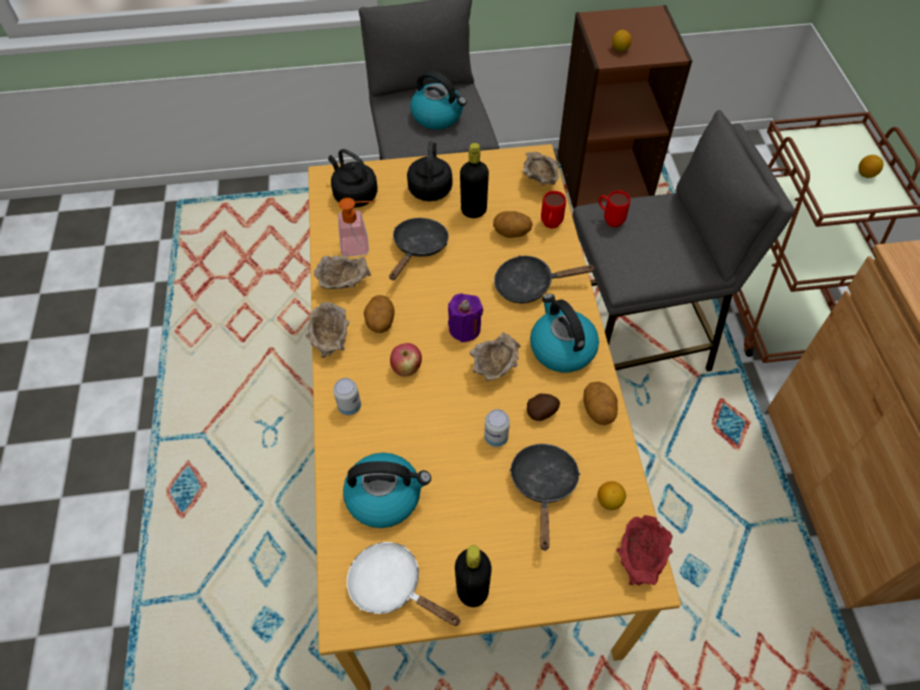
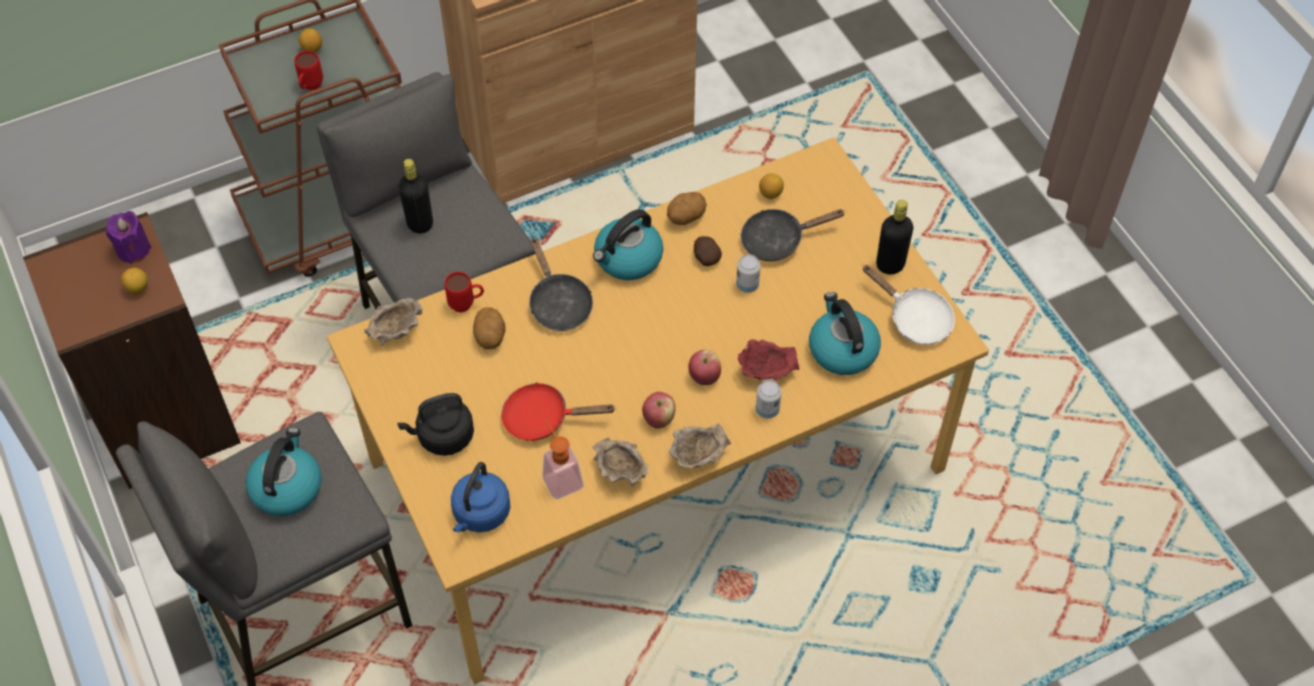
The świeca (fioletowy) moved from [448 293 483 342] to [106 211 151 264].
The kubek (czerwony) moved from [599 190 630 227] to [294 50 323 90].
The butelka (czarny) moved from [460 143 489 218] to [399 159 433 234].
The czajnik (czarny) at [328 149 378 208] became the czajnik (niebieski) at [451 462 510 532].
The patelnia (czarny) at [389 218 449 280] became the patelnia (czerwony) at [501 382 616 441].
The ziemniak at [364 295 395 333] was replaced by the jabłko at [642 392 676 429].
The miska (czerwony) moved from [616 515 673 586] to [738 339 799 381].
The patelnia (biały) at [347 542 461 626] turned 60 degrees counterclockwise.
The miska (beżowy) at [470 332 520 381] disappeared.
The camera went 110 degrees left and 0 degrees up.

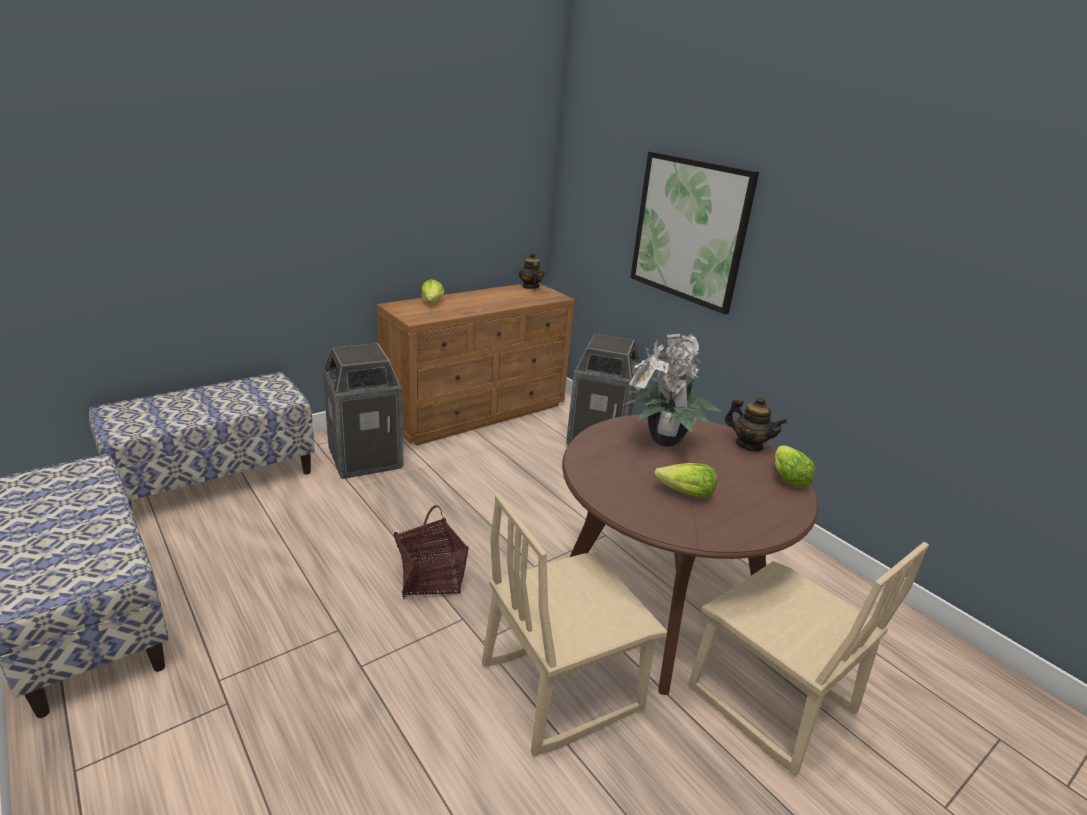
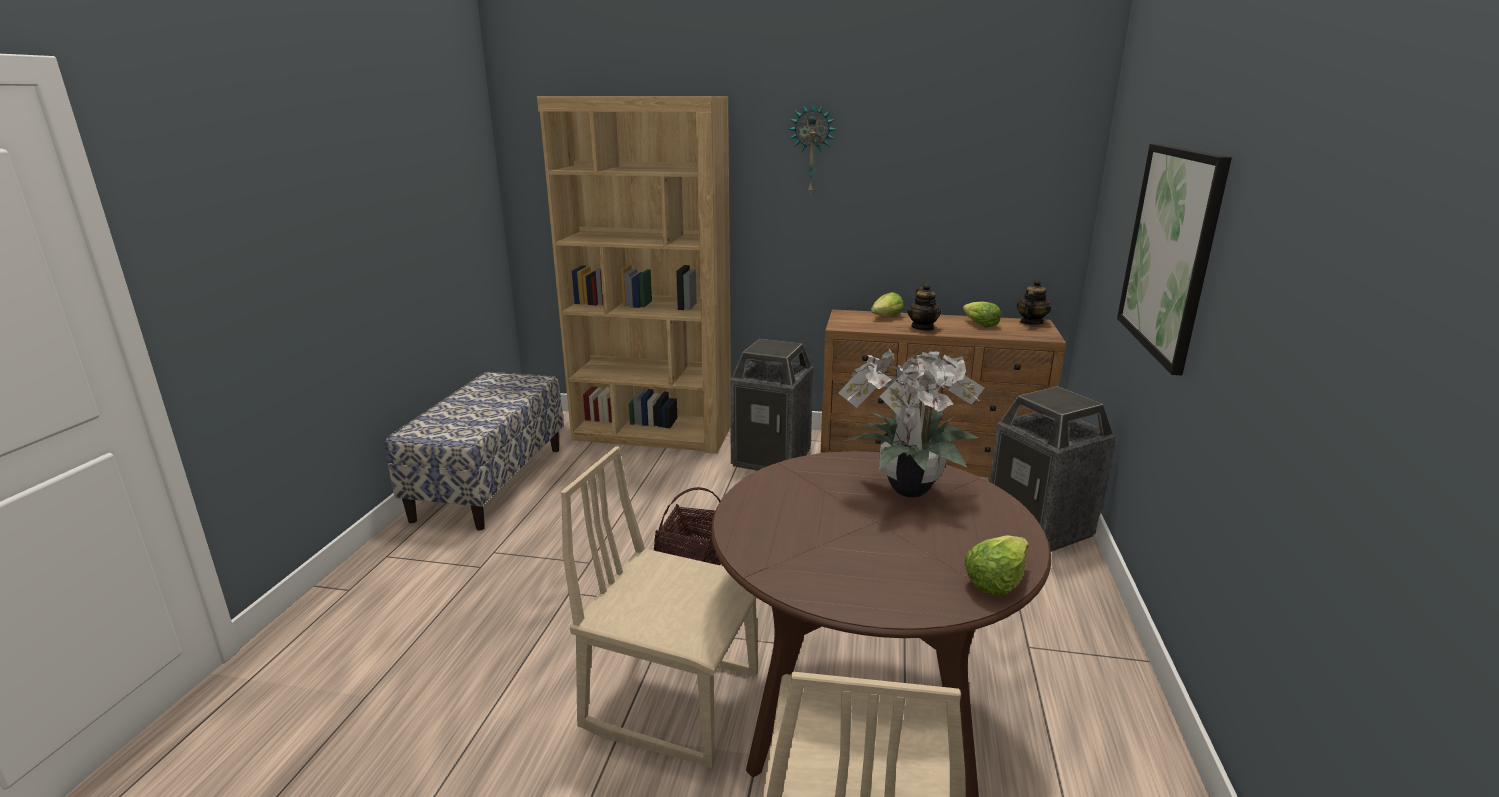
The ławka at [89 372 315 509] was replaced by the regał (brązowy) at [537 96 731 454].
The zegar ścienny at [789 103 837 195] appeared.
The imbryk moved from [725 396 787 451] to [907 284 941 331].
The sałata moved from [654 463 717 498] to [963 301 1001 327].
The camera went 50 degrees right and 5 degrees down.

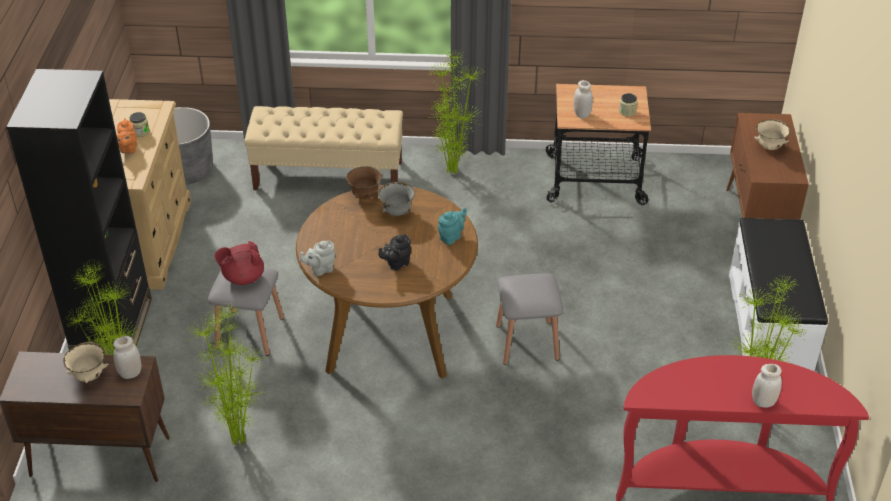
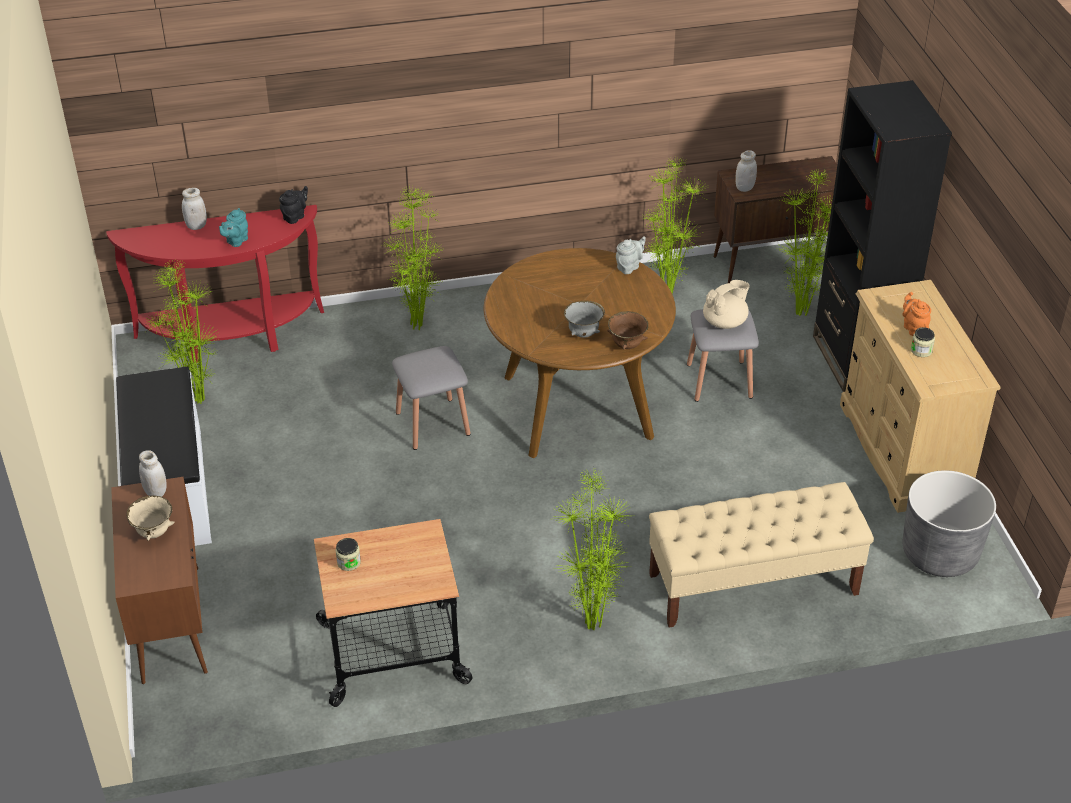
The słoik (biały) moved from [574 80 593 118] to [139 450 167 497].
The imbryk (turkusowy) moved from [438 208 467 245] to [219 208 248 247].
The imbryk (czarny) moved from [379 234 411 271] to [279 186 308 224].
The roślina doniczkowa at [382 186 444 330] appeared.
The imbryk (czerwony) at [214 241 264 285] became the imbryk (beżowy) at [703 280 750 329].
The miska (beżowy) at [63 342 108 383] disappeared.
The camera went 165 degrees right and 0 degrees up.

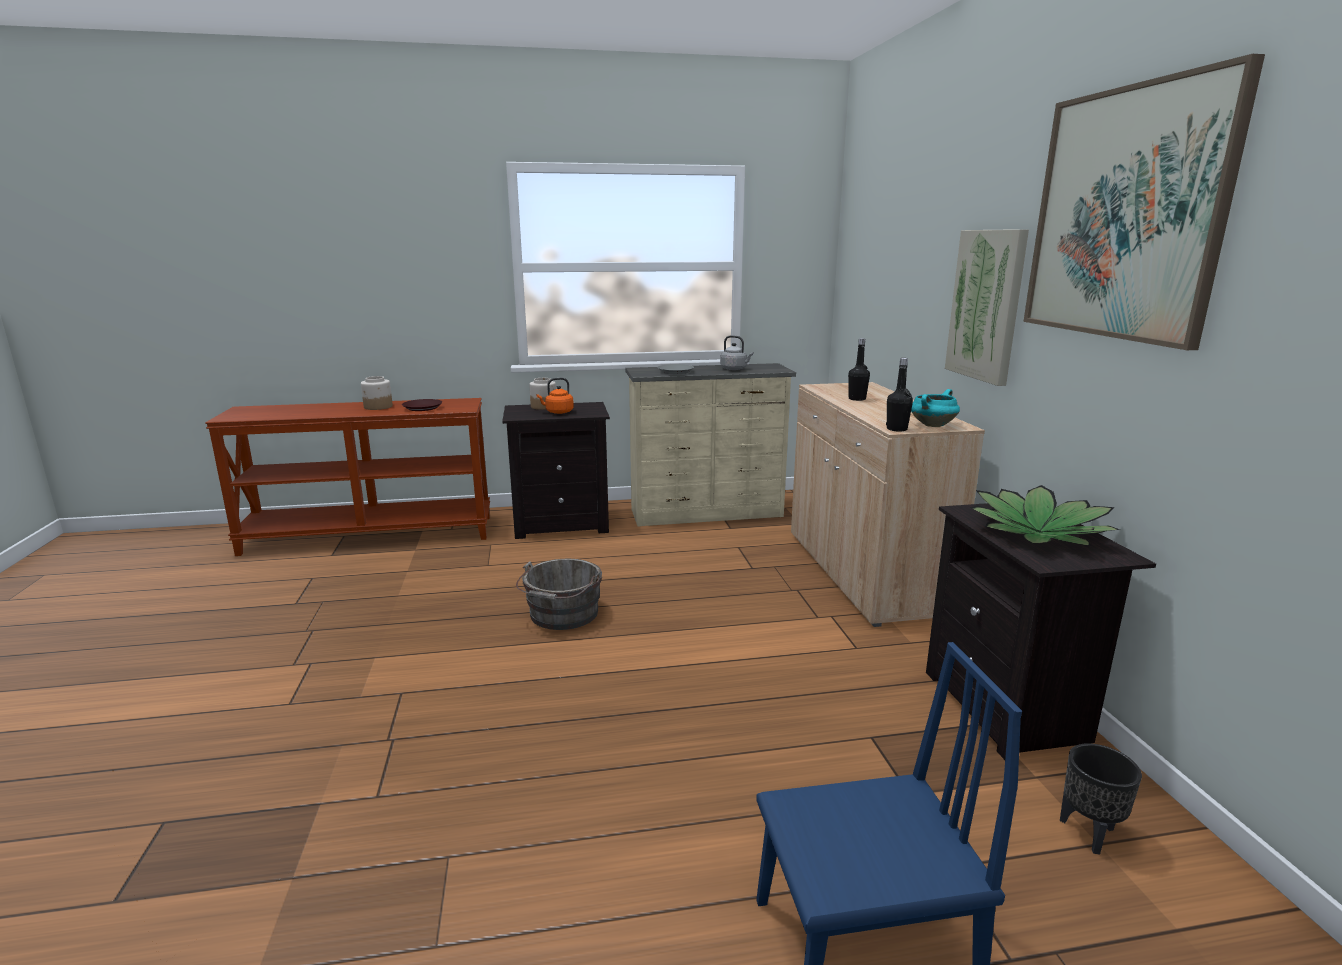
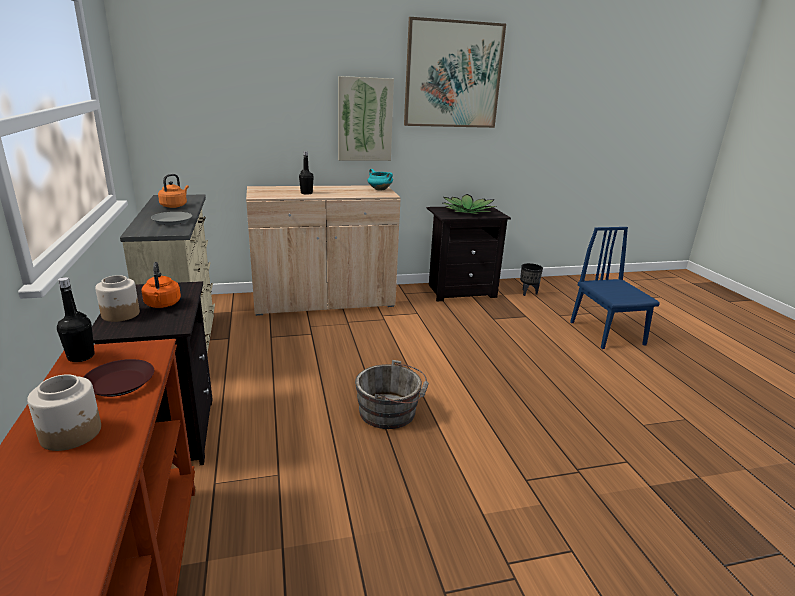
The butelka (czarny) moved from [886 358 913 432] to [57 277 95 362].
The czajnik (szary) at [720 335 754 370] became the czajnik (pomarańczowy) at [158 174 189 208].
The camera went 95 degrees left and 5 degrees up.

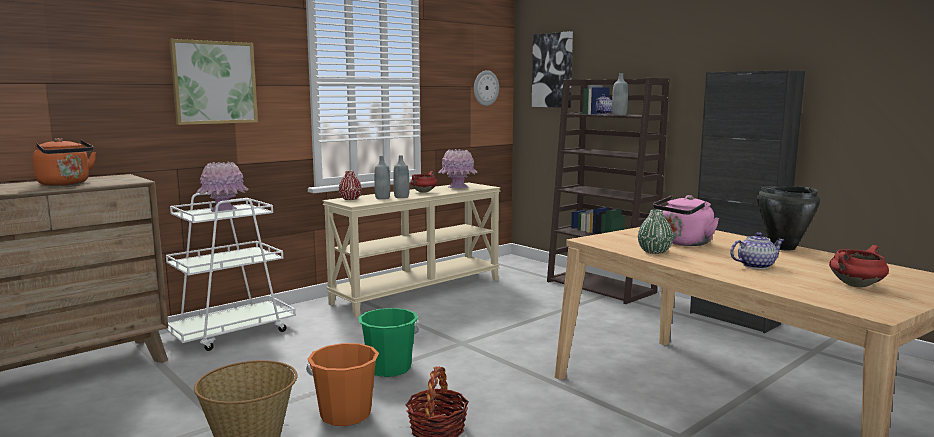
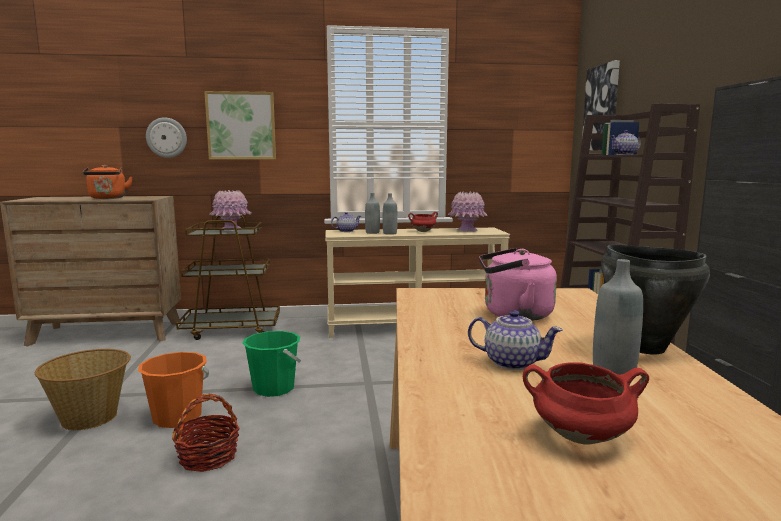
The zegar ścienny moved from [474 70 499 106] to [146 117 187 158].
The wózek (biały) at [166 192 296 351] became the wózek (brązowy) at [176 215 280 340].
The wazon (czerwony) at [339 171 362 200] was replaced by the imbryk at [331 212 361 232].
The butelka (szary) moved from [612 73 628 115] to [593 259 643 375].
The wazon (zielony) at [638 209 673 254] disappeared.
The camera went 35 degrees right and 0 degrees up.

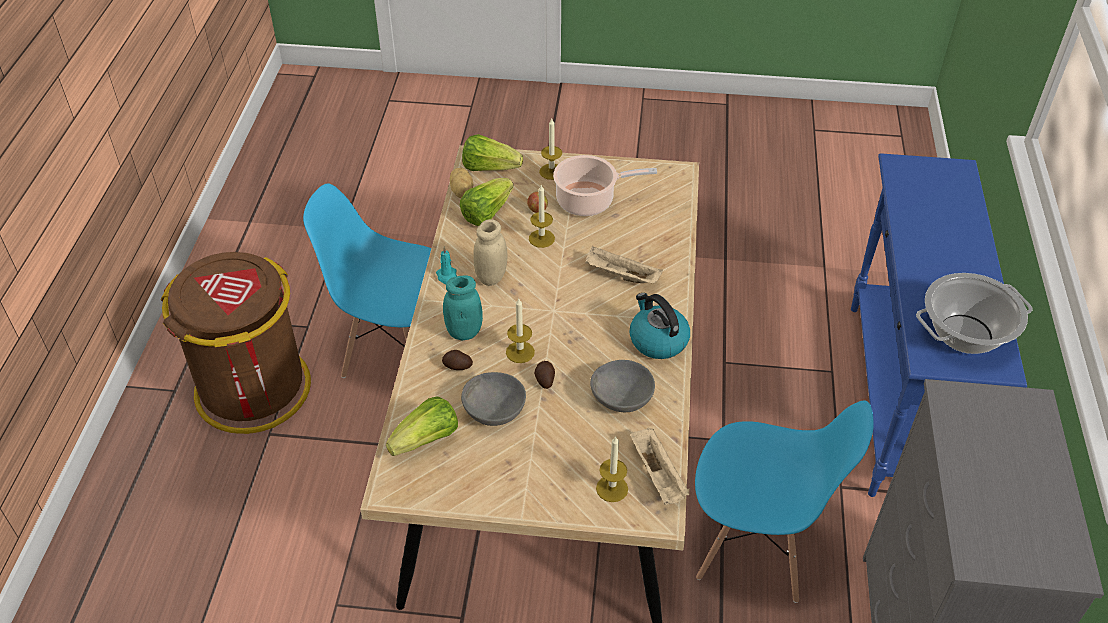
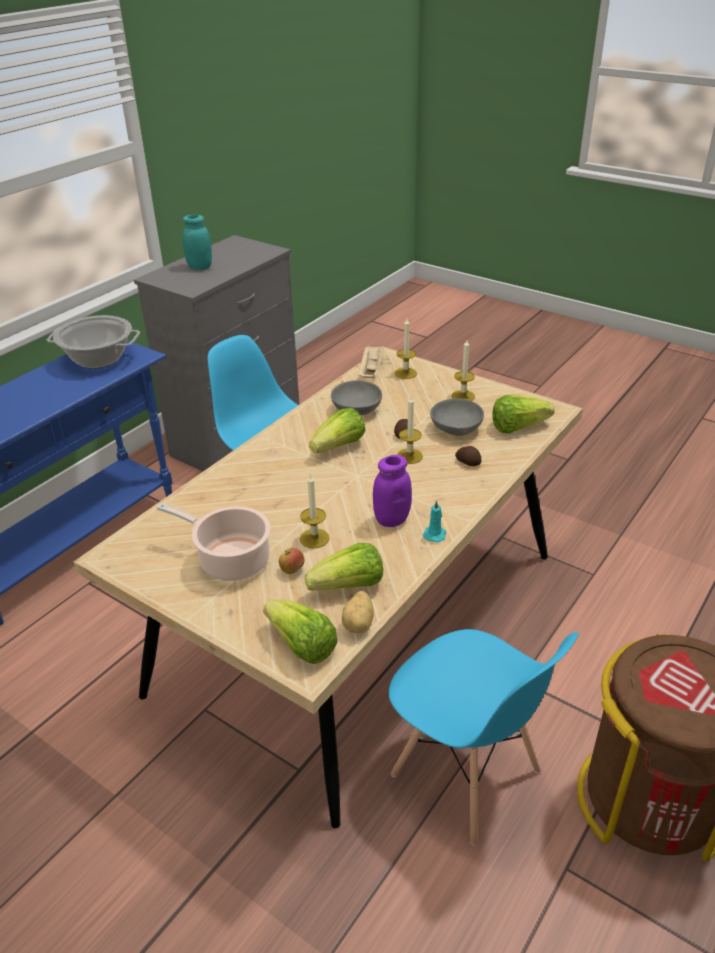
The słoik (turkusowy) moved from [443 275 483 340] to [183 214 212 270].
The sałata at [309 408 366 453] appeared.
The słoik (beżowy) at [473 219 507 286] became the słoik (fioletowy) at [373 455 412 527].
The świeca moved from [539 119 562 180] to [451 340 475 401].
The taca (beżowy) at [585 246 663 283] disappeared.
The czajnik at [630 293 690 359] disappeared.
The camera went 150 degrees left and 10 degrees down.

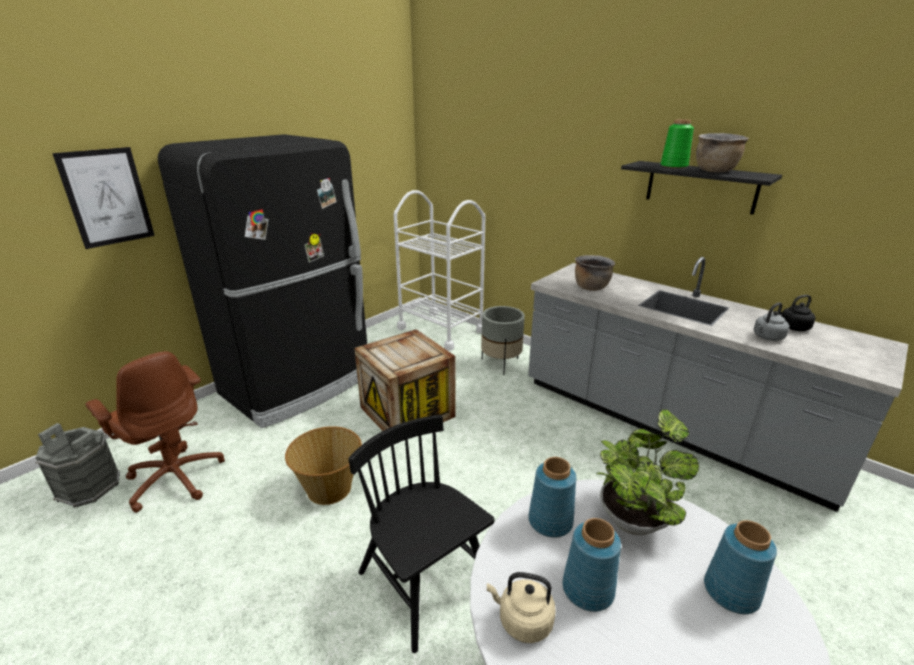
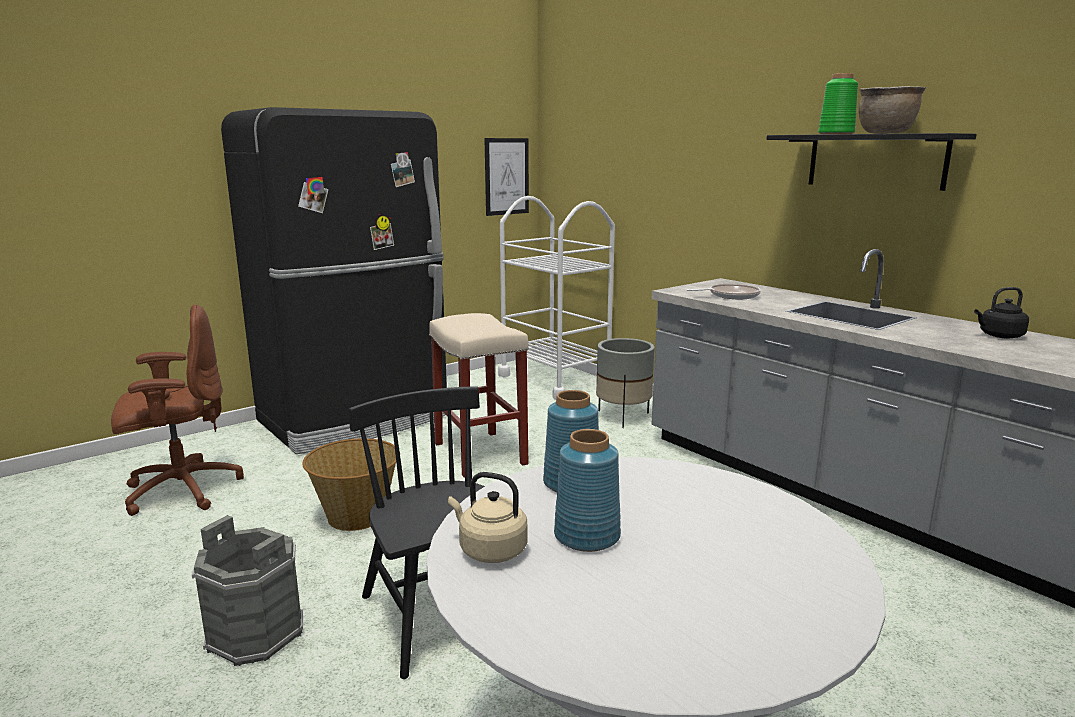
The krzesło biurowe (brązowy) at [85 351 225 513] turned 75 degrees counterclockwise.
The wiadro (szary) moved from [35 423 120 508] to [192 515 303 666].
The skrzynka at [354 329 456 431] was replaced by the stołek (beżowy) at [429 313 529 478].
The obraz moved from [52 147 155 249] to [484 138 529 216].
The garnek (brązowy) at [575 255 615 291] was replaced by the patelnia at [687 284 761 299].
The roślina doniczkowa at [596 409 699 535] disappeared.
The wazon (niebieski) at [704 520 777 614] disappeared.
The czajnik (szary) at [754 302 789 341] disappeared.
The camera went 10 degrees right and 10 degrees down.

